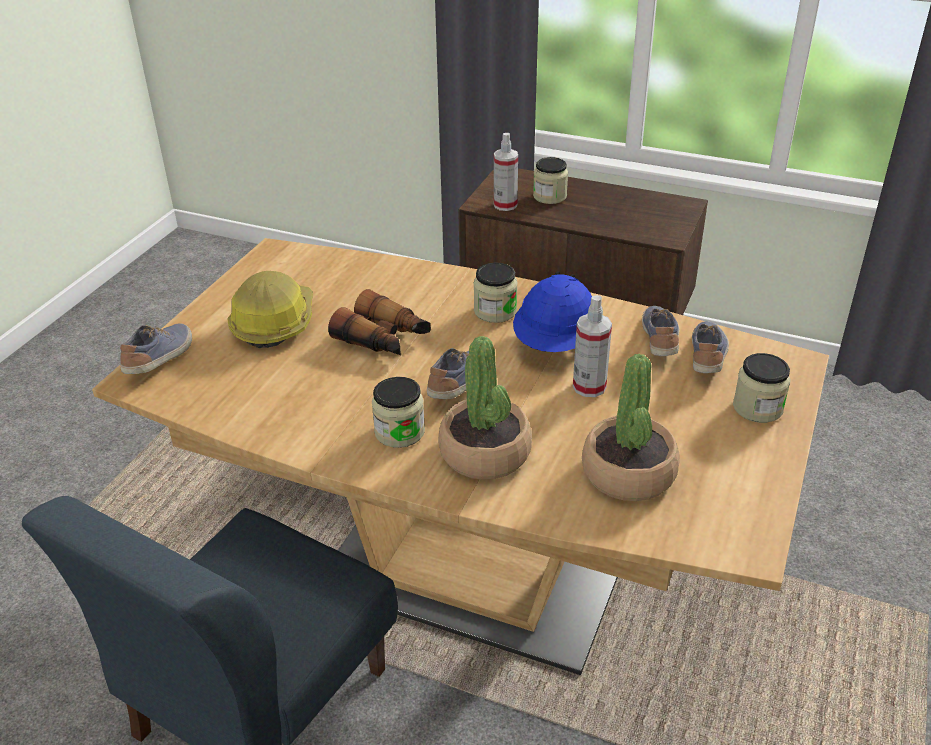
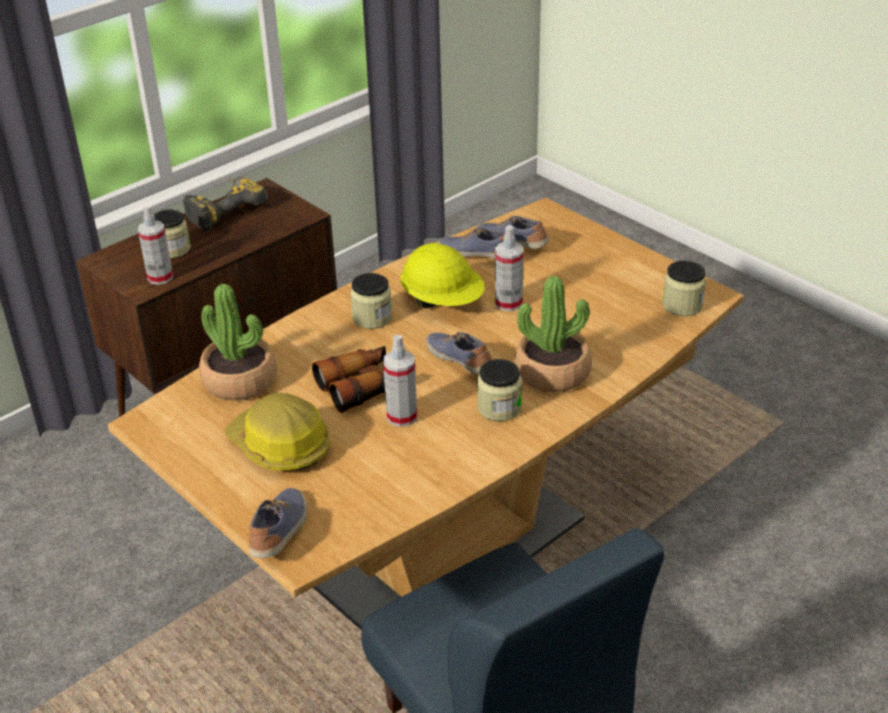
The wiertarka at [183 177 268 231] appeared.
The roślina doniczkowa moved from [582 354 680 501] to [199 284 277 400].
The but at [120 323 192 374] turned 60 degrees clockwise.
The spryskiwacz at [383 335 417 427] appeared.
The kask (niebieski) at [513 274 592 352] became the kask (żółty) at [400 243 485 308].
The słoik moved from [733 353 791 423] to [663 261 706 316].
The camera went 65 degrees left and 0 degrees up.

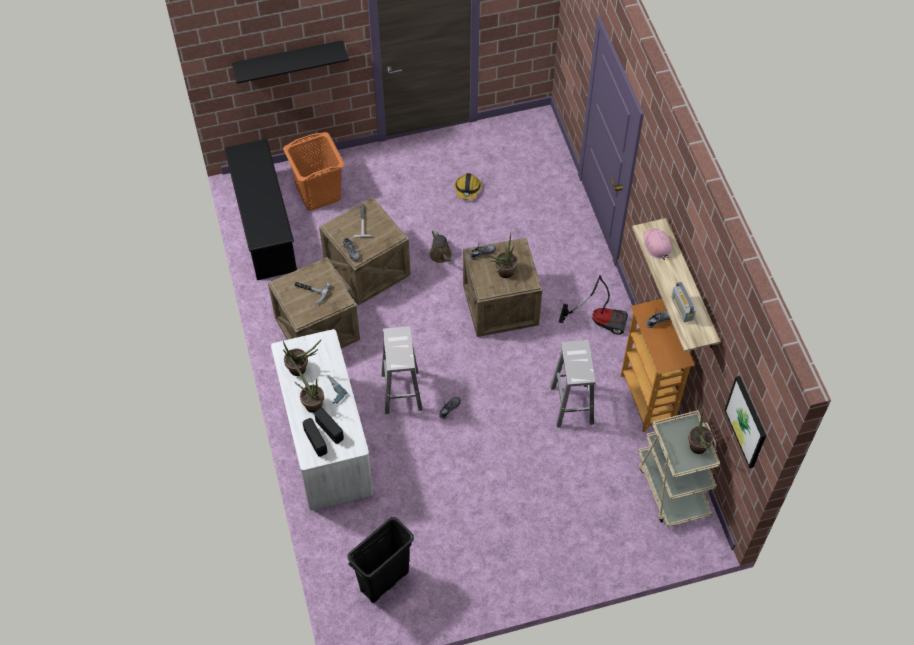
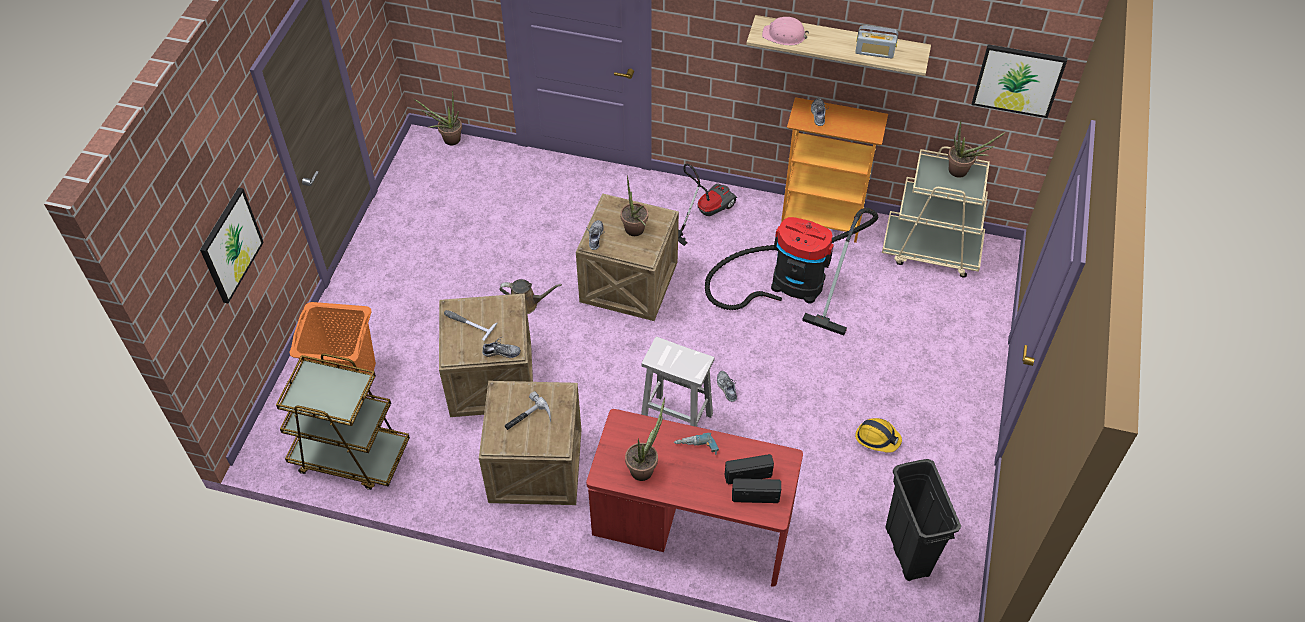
The półka (czarny) at [232 40 349 84] was replaced by the obraz at [200 187 264 303].
The regał na buty (czarny) at [224 139 297 280] was replaced by the wózek (brązowy) at [276 353 410 490].
The roślina doniczkowa moved from [288 355 324 413] to [414 91 462 145].
The biurko (biały) at [271 329 373 511] became the biurko (czerwony) at [586 409 803 587].
The stołek (biały) at [551 340 596 428] was replaced by the odkurzacz at [705 208 878 336].
The kask moved from [454 173 482 199] to [855 418 902 453].
The camera went 60 degrees left and 5 degrees down.

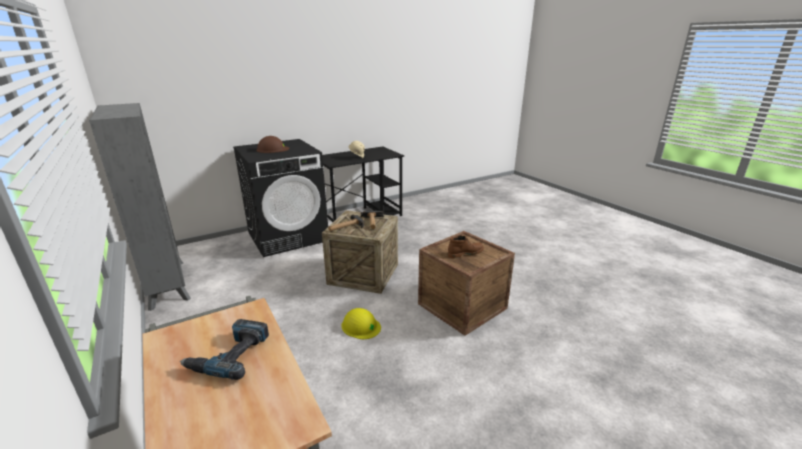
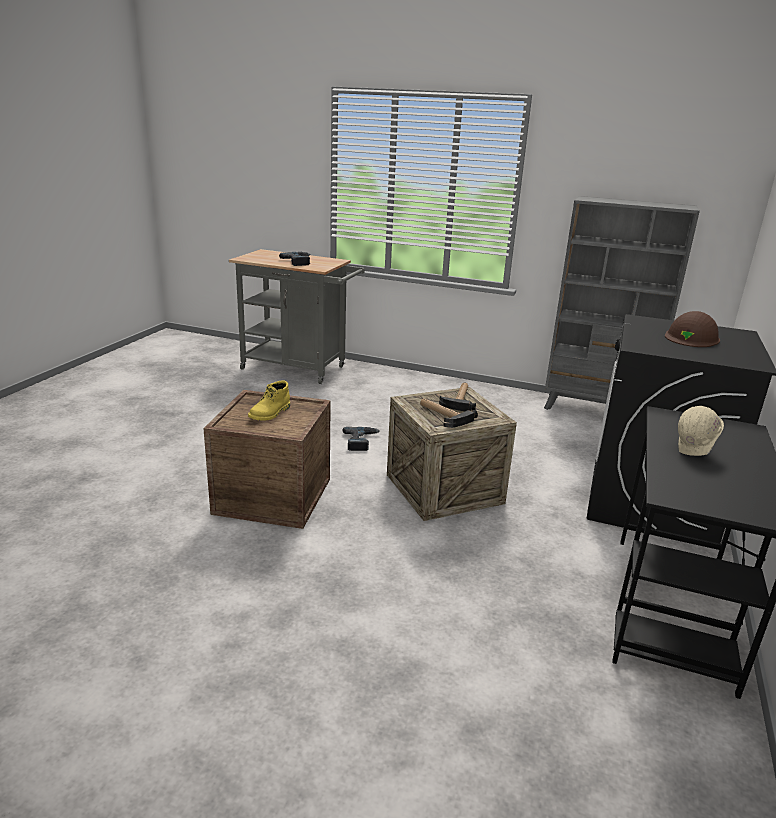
The but z cholewką (brązowy) at [448 235 484 258] became the but z cholewką (żółty) at [248 380 290 421].
The kask (żółty) at [341 308 381 339] was replaced by the wiertarka at [342 427 380 451].
The camera went 140 degrees right and 0 degrees up.

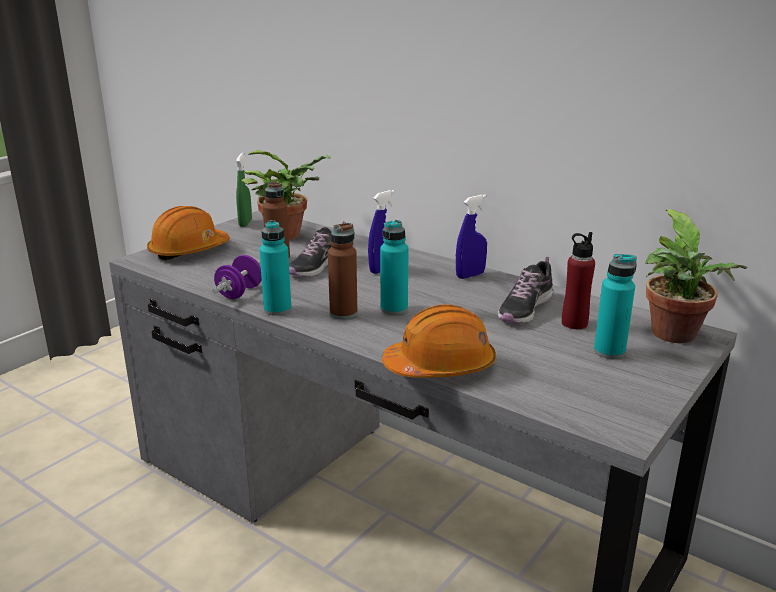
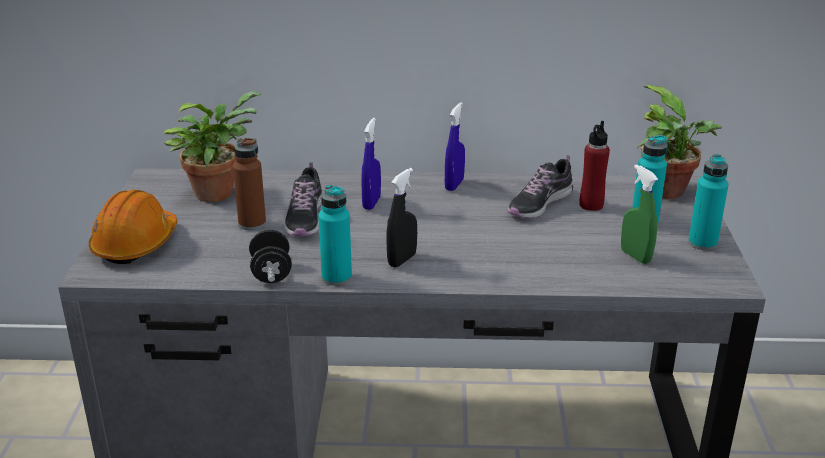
The hantel (fioletowy) at [212 255 262 299] became the hantel (czarny) at [249 230 292 283].
The butelka (brązowy) at [328 223 358 319] was replaced by the spryskiwacz (czarny) at [386 168 417 267].
The but at [498 256 553 323] turned 45 degrees clockwise.
The spryskiwacz (zielony) moved from [236 153 252 227] to [621 164 658 264].
The butelka (turkusowy) moved from [380 220 409 315] to [688 154 728 250].
The kask (pomarańczowy) at [382 304 496 378] disappeared.
The camera went 35 degrees left and 5 degrees up.

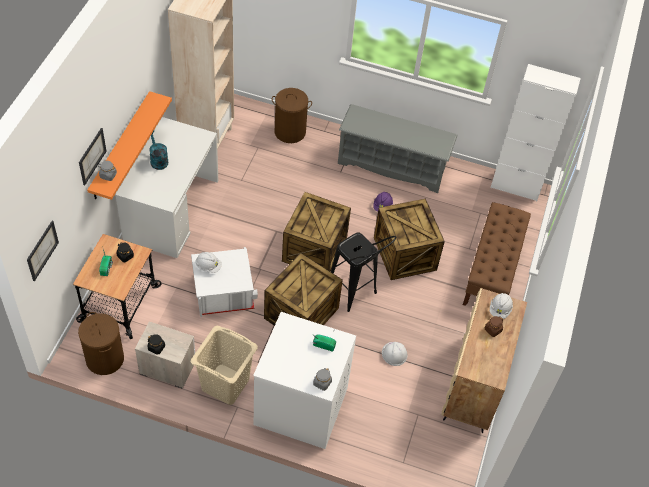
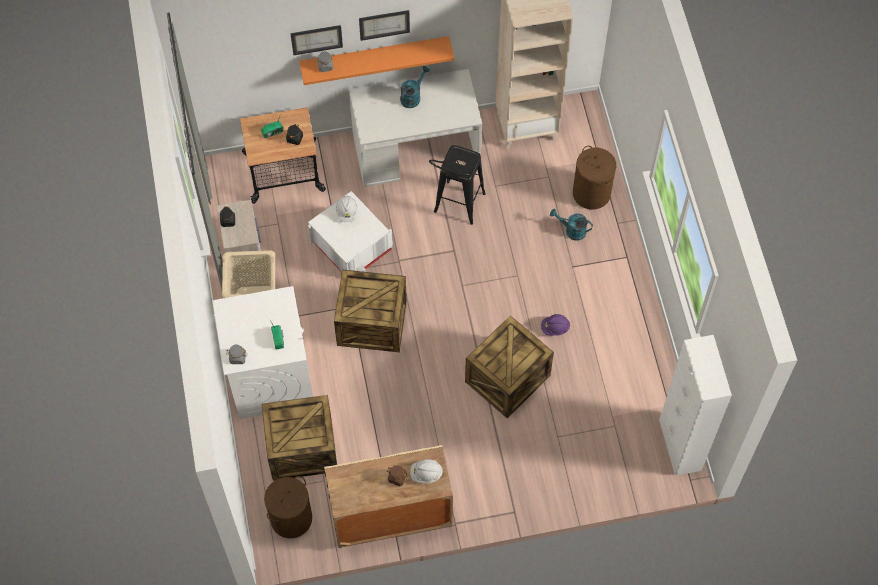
The skrzynka moved from [282 192 351 272] to [262 395 337 481].
The kosz na pranie (brązowy) moved from [78 312 124 375] to [264 476 312 538].
The obraz moved from [27 221 59 281] to [359 10 410 41].
The stołek (czarny) moved from [331 232 397 312] to [429 145 486 225].
The konewka (turkusowy) at [550 209 593 241] appeared.
The regał na buty (szary) at [338 104 458 193] disappeared.
The kask (biały) at [382 342 408 366] disappeared.
The ławka (brązowy) at [463 202 531 306] disappeared.
The camera went 65 degrees right and 10 degrees up.

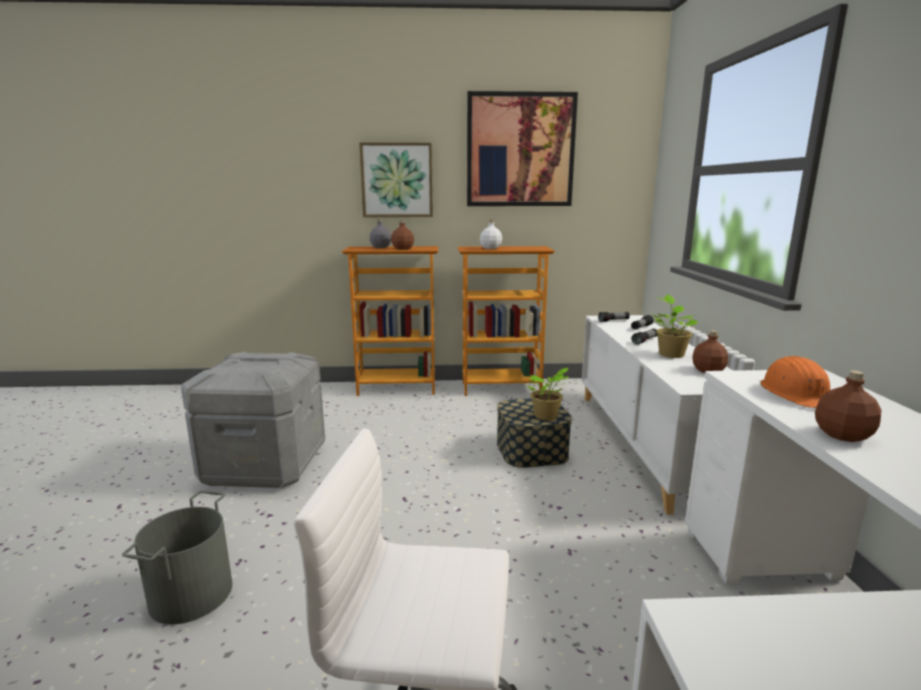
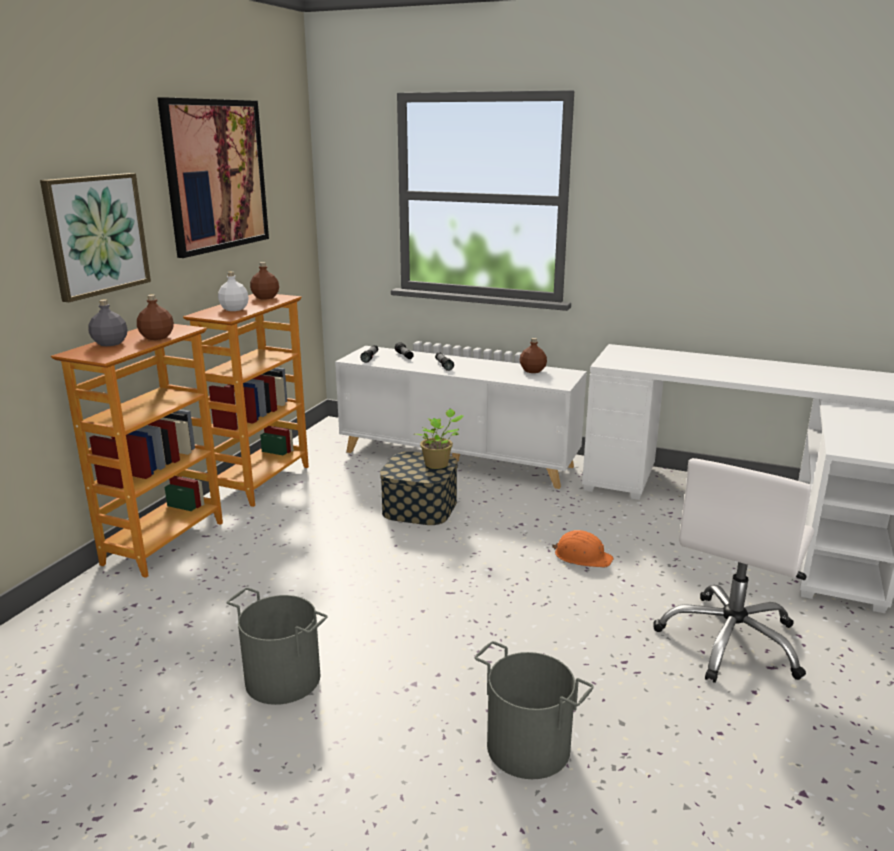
The pojemnik do przechowywania (szary) at [181 352 325 488] was replaced by the wiadro (szary) at [226 588 328 705].
The butelka (brązowy) moved from [815 370 881 442] to [250 262 279 299].
The kask (pomarańczowy) moved from [760 356 830 408] to [552 530 613 568].
The roślina doniczkowa at [652 295 699 358] disappeared.
The camera went 65 degrees left and 5 degrees up.

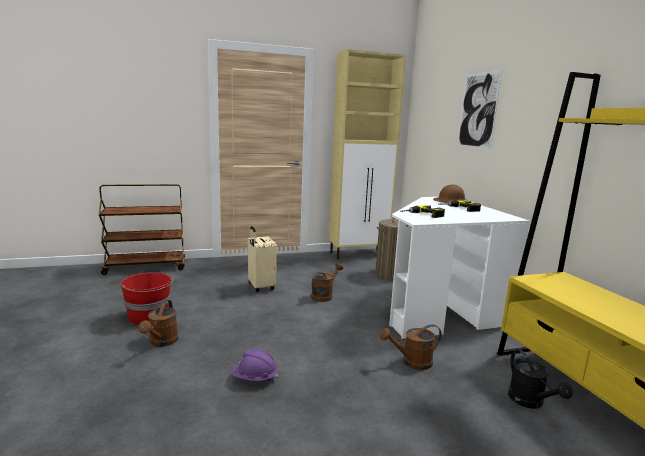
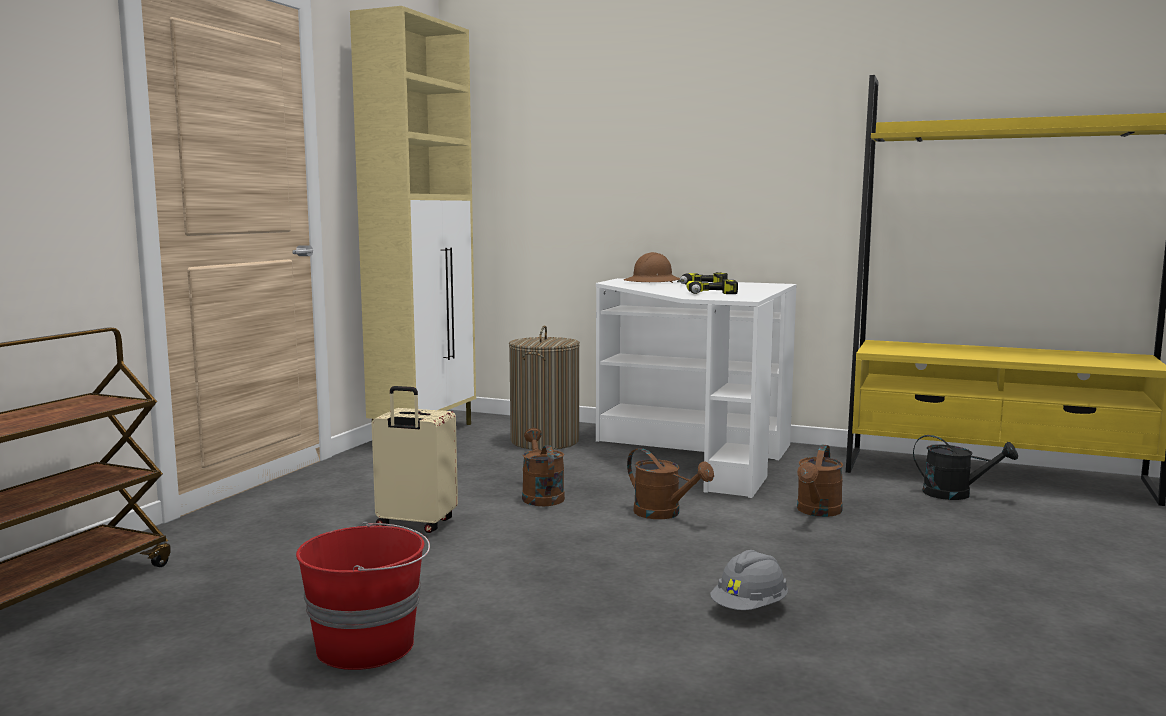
The konewka (brązowy) moved from [138 300 178 347] to [627 448 714 519].
The kask (fioletowy) at [232 349 278 382] became the kask (szary) at [710 550 788 610].
The obraz at [457 70 502 149] disappeared.
The camera went 50 degrees left and 5 degrees down.

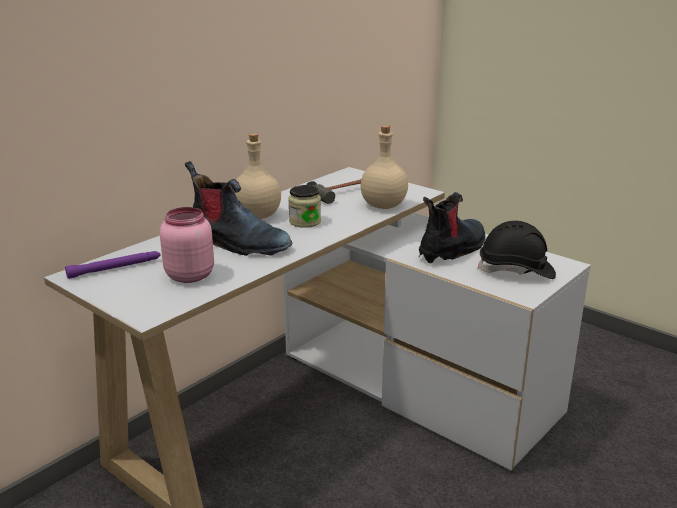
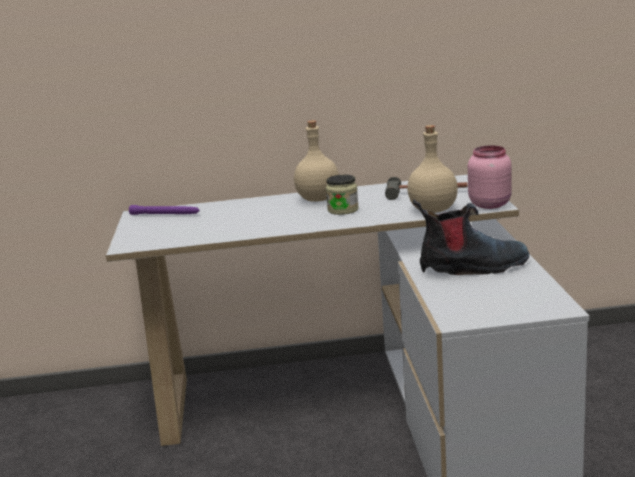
The słoik (różowy) moved from [160 207 214 283] to [468 145 512 209].
The but z cholewką at [185 161 292 256] disappeared.
The kask (czarny) at [477 221 556 279] disappeared.
The camera went 45 degrees right and 5 degrees down.

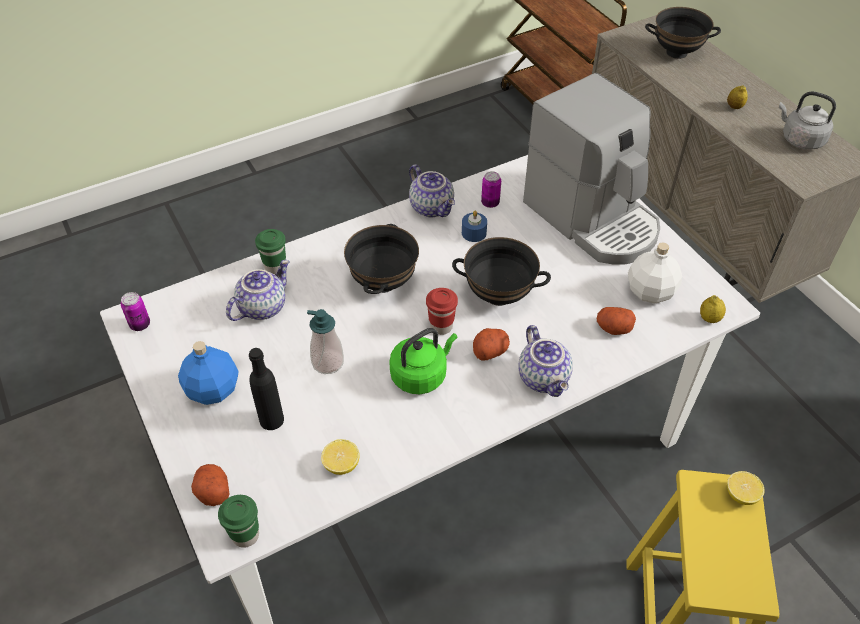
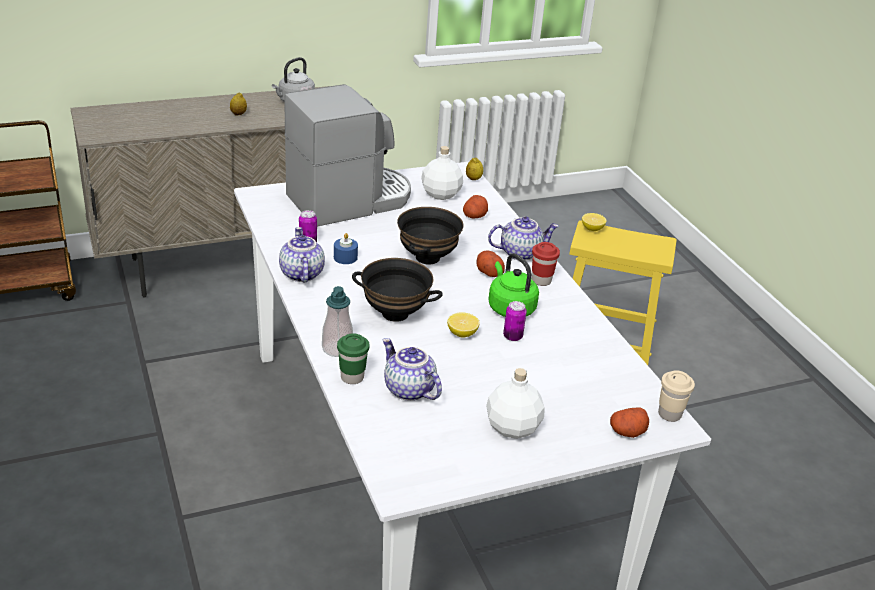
The imbryk at [409 164 455 218] turned 75 degrees counterclockwise.
The dozownik mydła moved from [307 309 344 374] to [322 286 353 357].
The cytryna moved from [321 439 360 475] to [447 312 480 338].
The butelka (niebieski) at [178 341 239 405] became the butelka (biały) at [486 368 544 439].
The puszka moved from [121 292 150 331] to [503 301 527 341].
The filiżanka (czerwony) moved from [426 288 458 335] to [532 242 560 286].
The filiżanka (zielony) at [218 495 259 548] became the filiżanka (beżowy) at [658 370 695 422].
The butelka (czarny) at [249 348 284 430] disappeared.
The miska (czarny) at [645 7 721 59] disappeared.
The camera went 85 degrees left and 15 degrees down.

